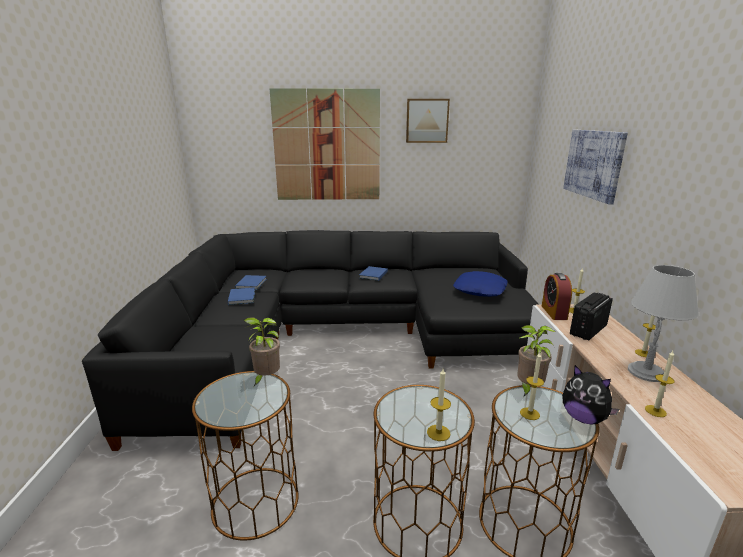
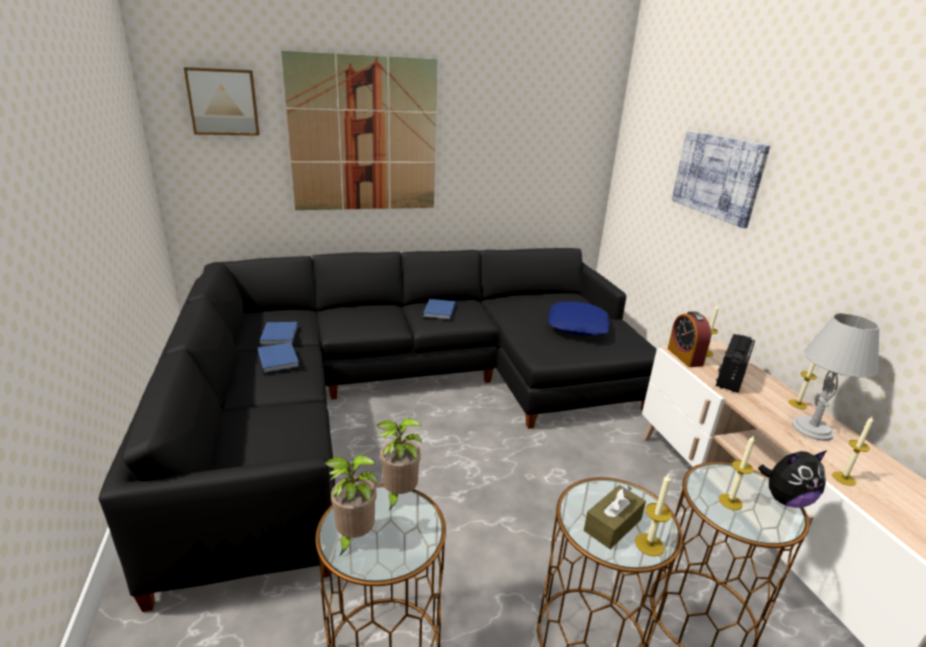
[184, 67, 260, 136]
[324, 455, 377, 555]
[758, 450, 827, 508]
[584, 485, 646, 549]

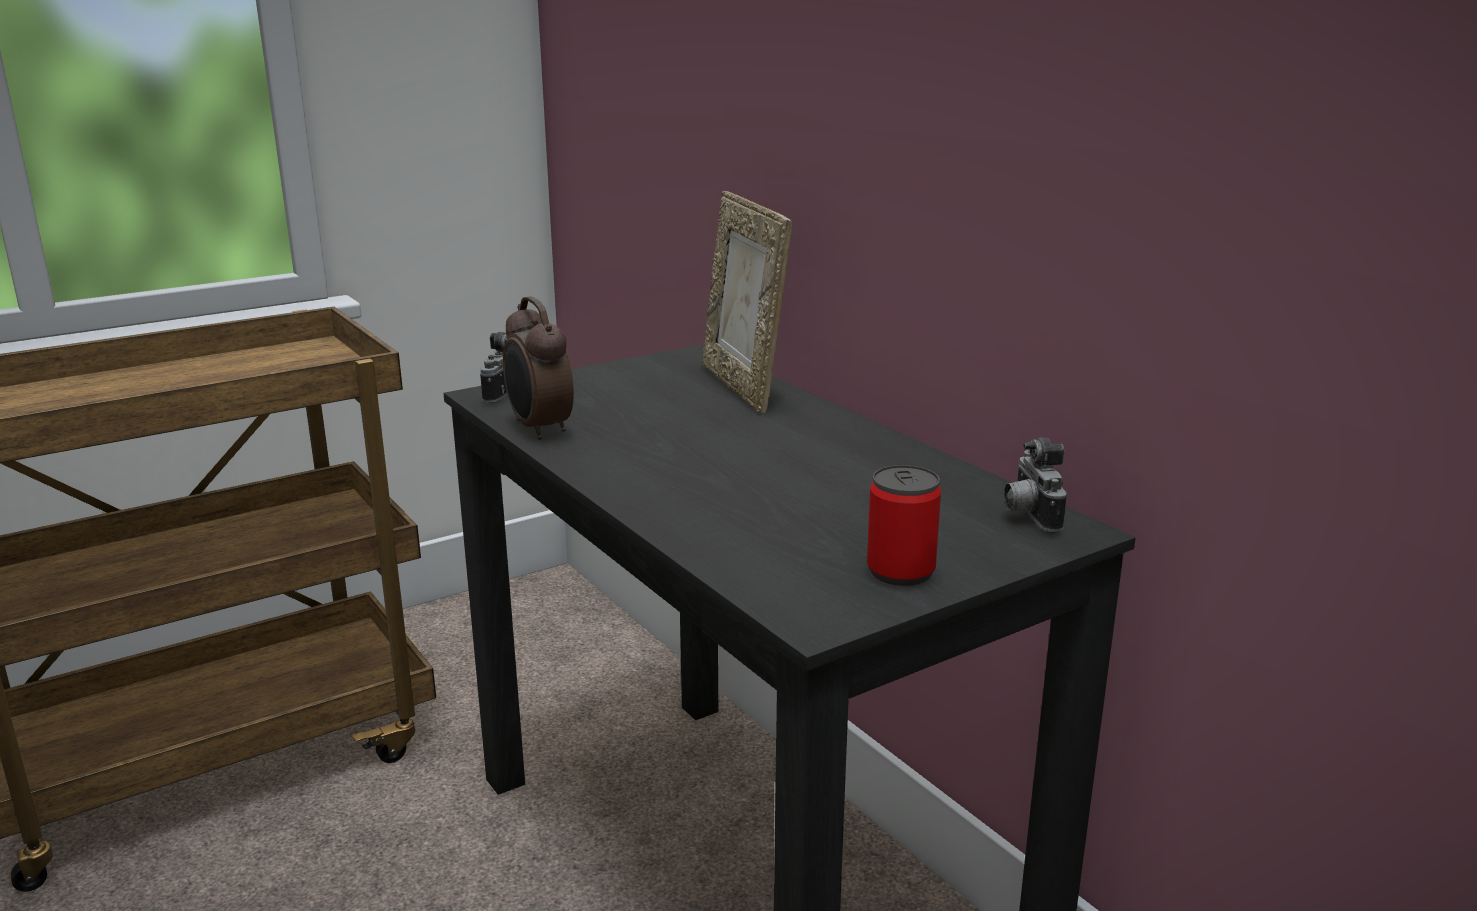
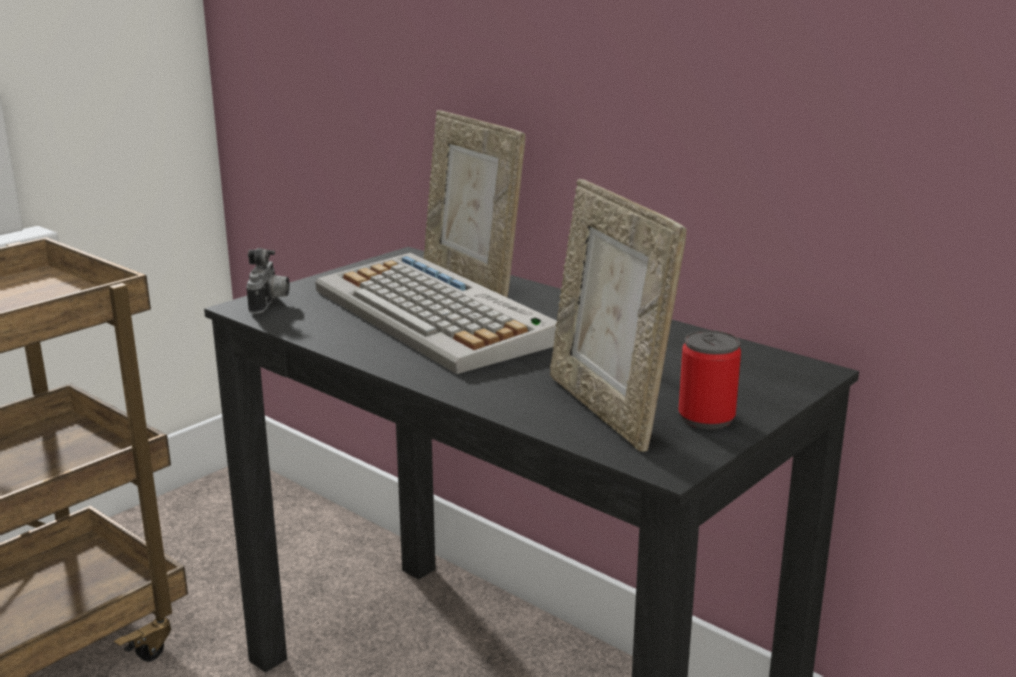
[503, 296, 574, 440] (first image)
[1004, 437, 1067, 532] (first image)
[315, 253, 557, 374]
[550, 179, 687, 452]

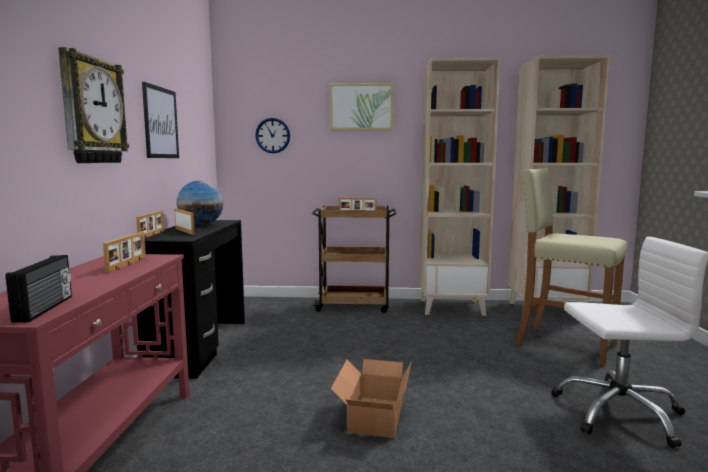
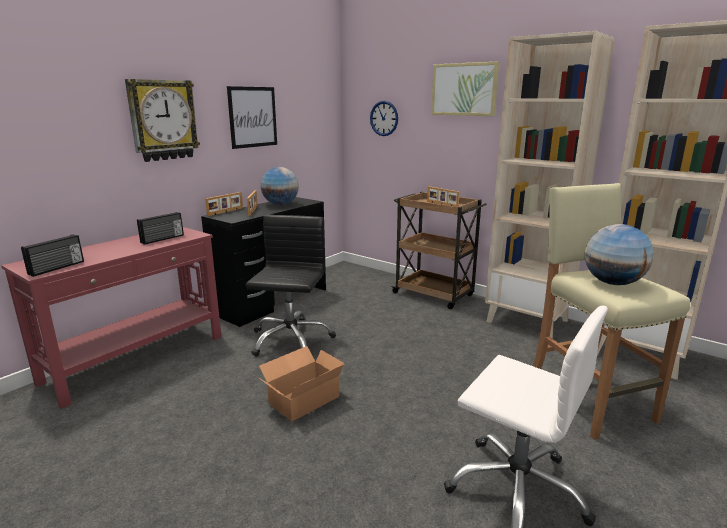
[137, 212, 184, 245]
[246, 215, 336, 357]
[585, 224, 654, 285]

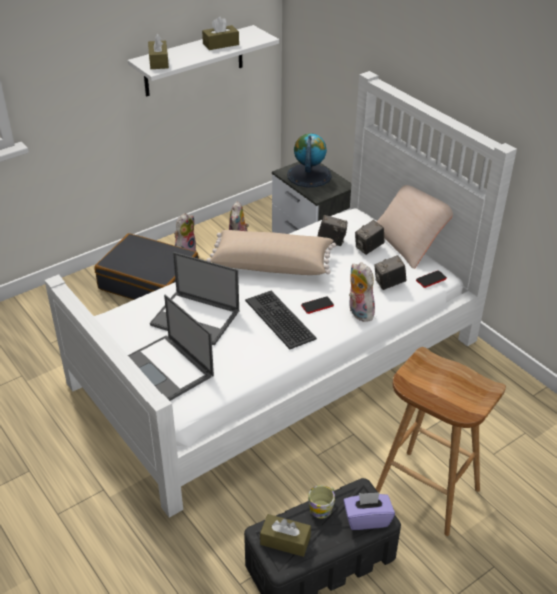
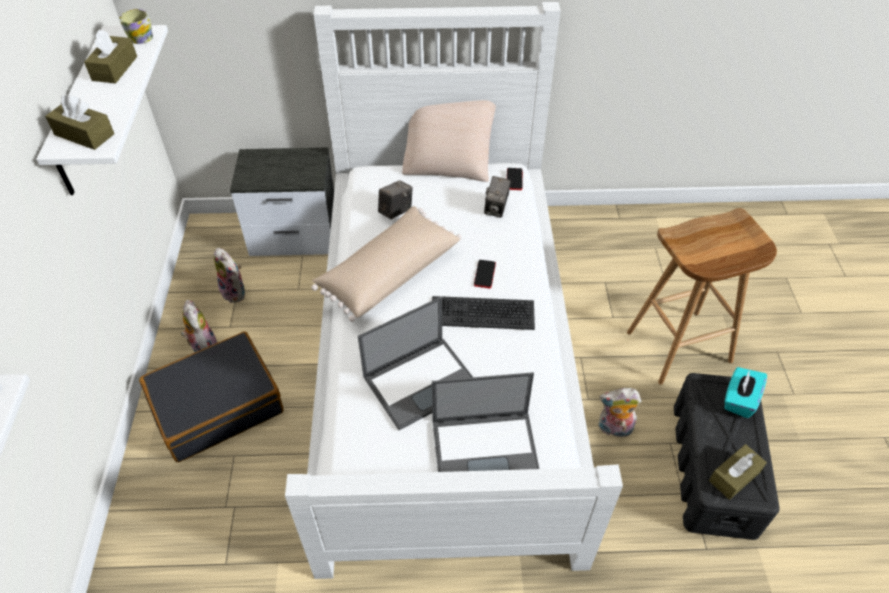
[287, 133, 332, 187] (first image)
[119, 9, 153, 44]
[725, 367, 767, 418]
[598, 388, 641, 438]
[355, 220, 384, 255] (first image)

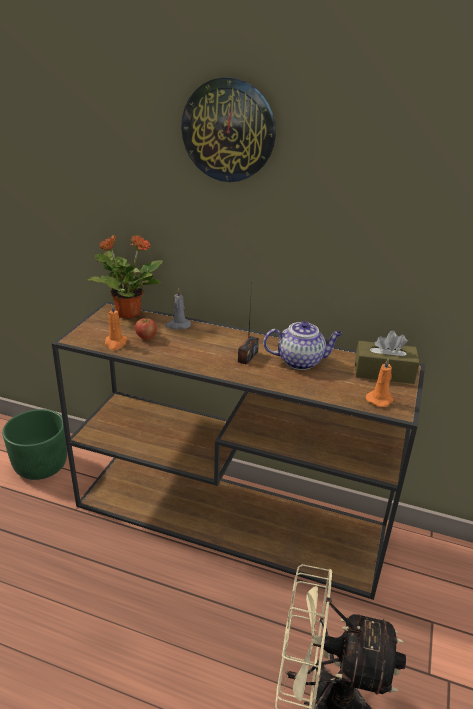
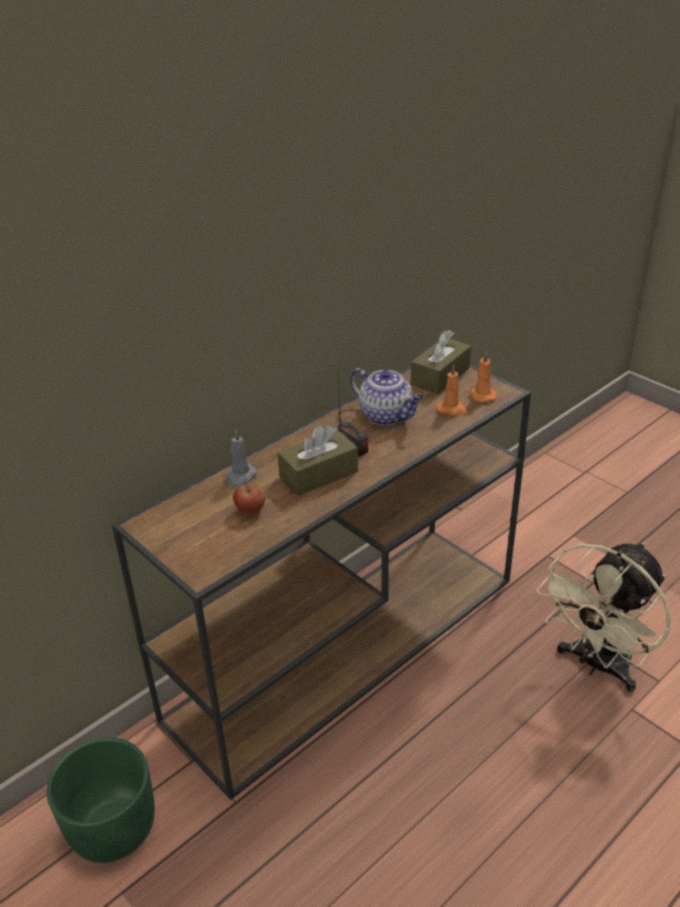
[87, 235, 162, 319] (first image)
[436, 364, 468, 416]
[181, 77, 276, 182] (first image)
[350, 368, 423, 425]
[277, 425, 358, 496]

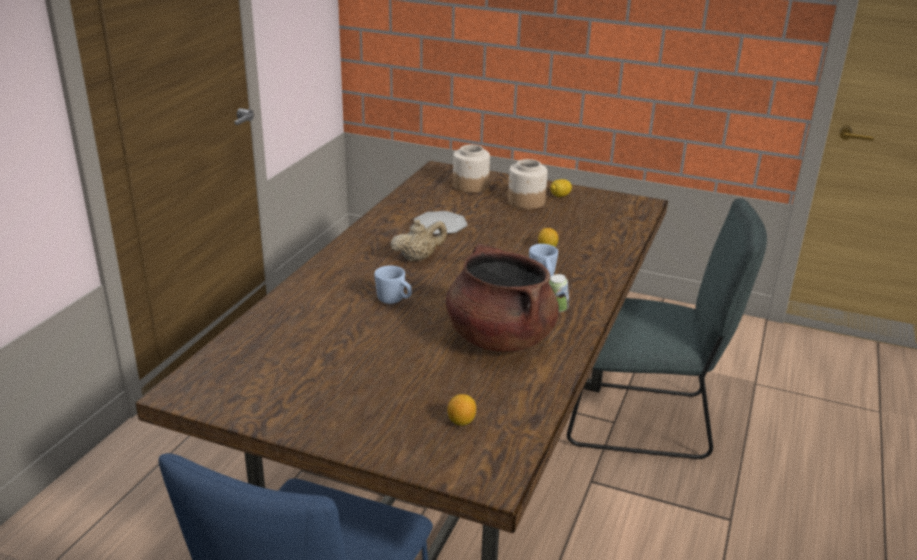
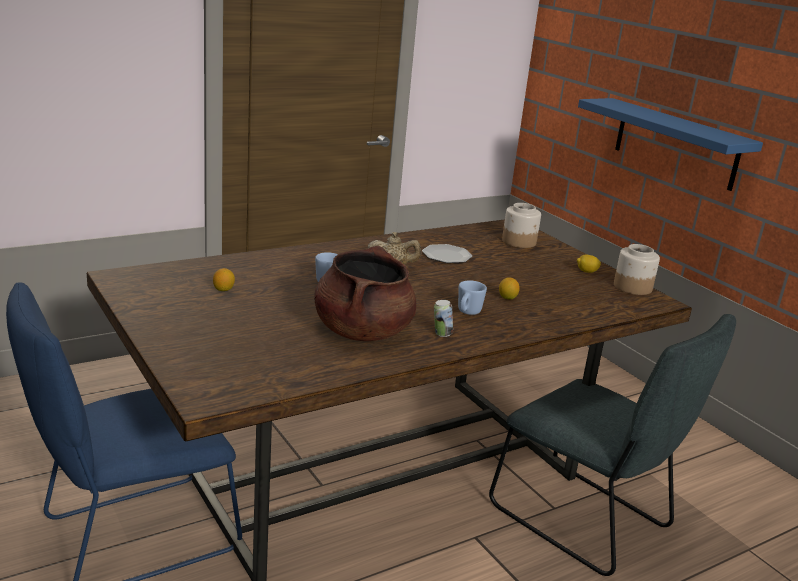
[213, 268, 235, 291]
[614, 244, 660, 295]
[578, 98, 763, 191]

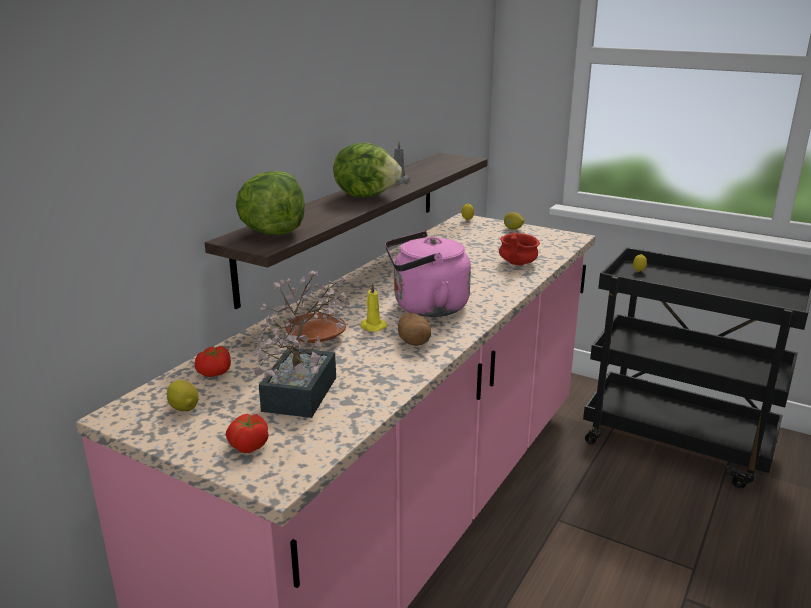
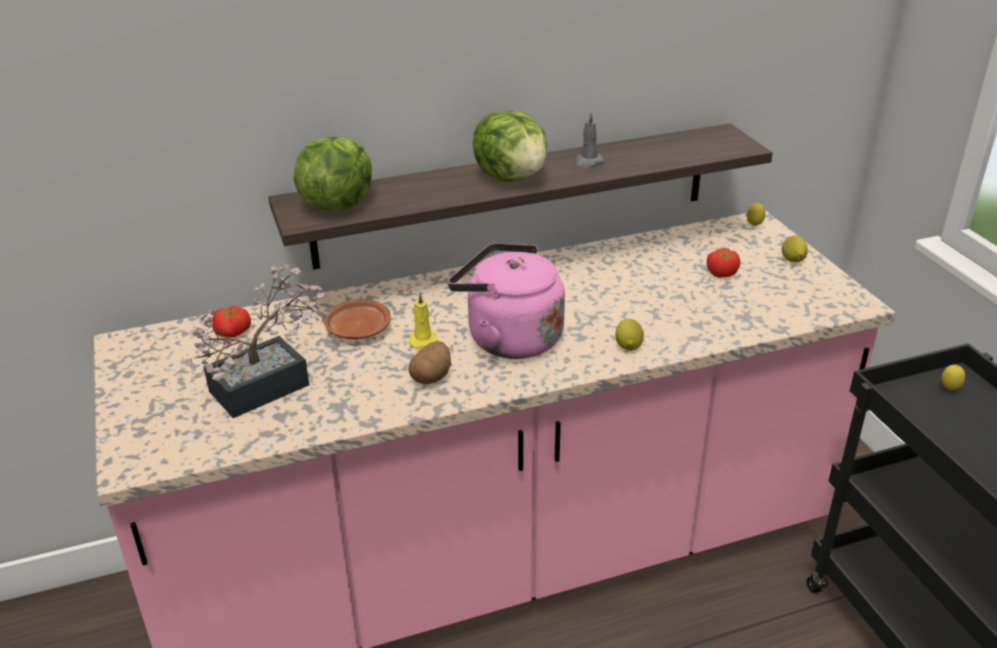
[615, 319, 644, 351]
[707, 248, 740, 278]
[499, 233, 540, 265] (first image)

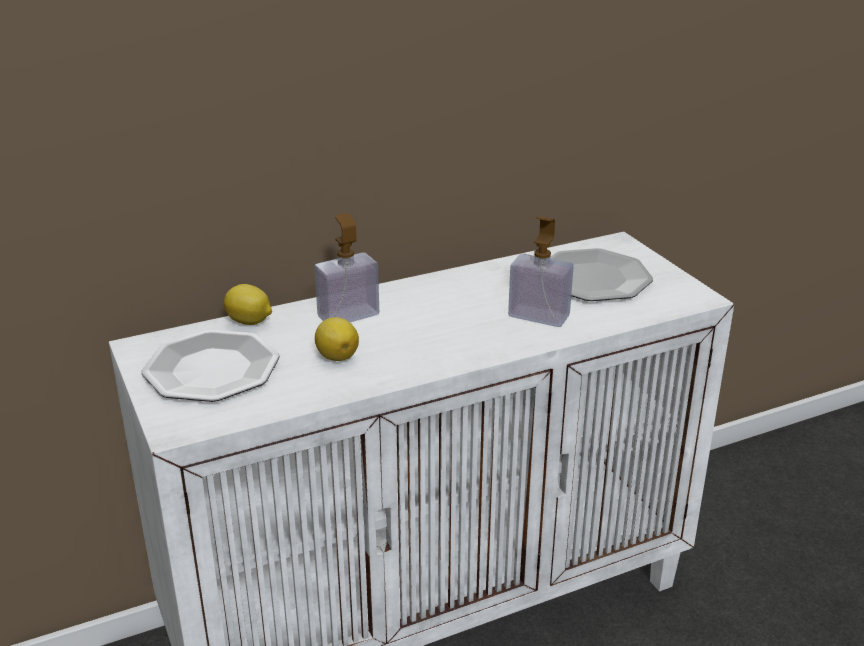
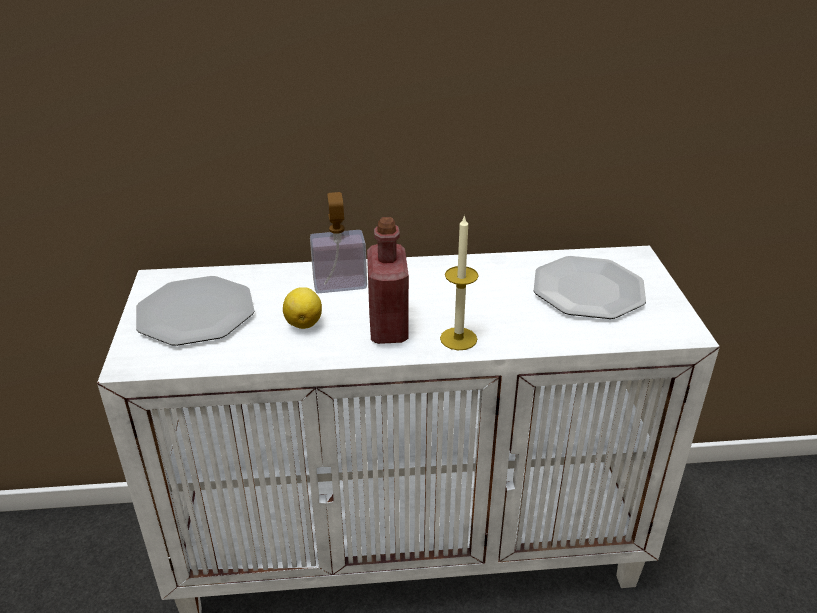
[224, 284, 272, 325] (first image)
[508, 216, 573, 327] (first image)
[367, 217, 409, 344]
[440, 214, 478, 350]

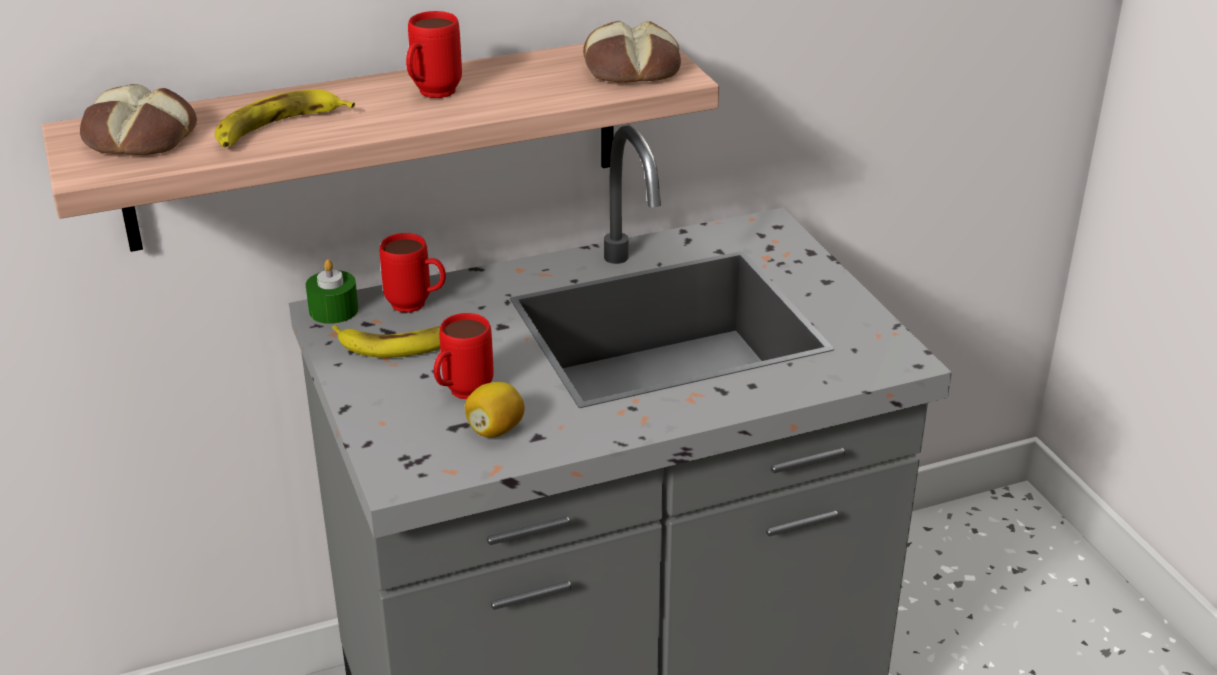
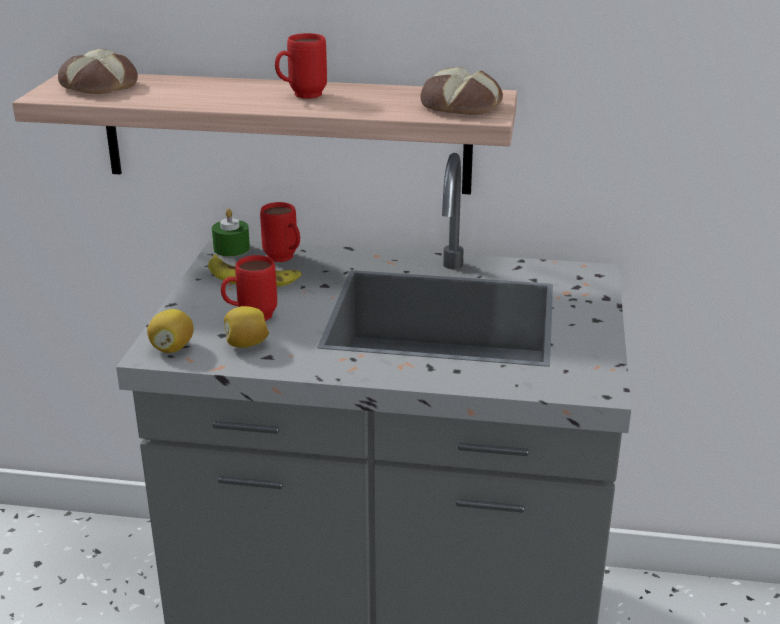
[215, 90, 355, 148] (first image)
[147, 309, 194, 353]

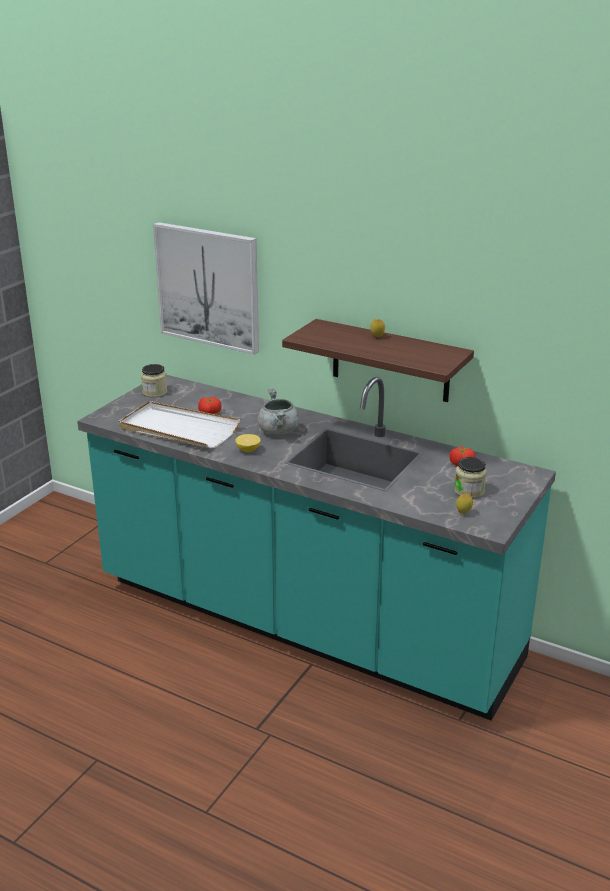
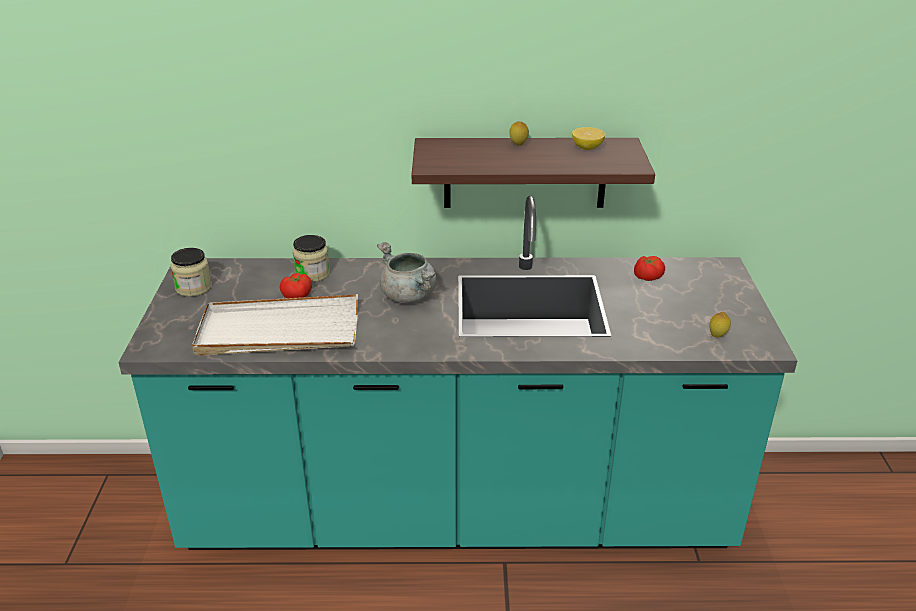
[153, 222, 259, 355] (first image)
[572, 127, 606, 150]
[292, 235, 330, 282]

